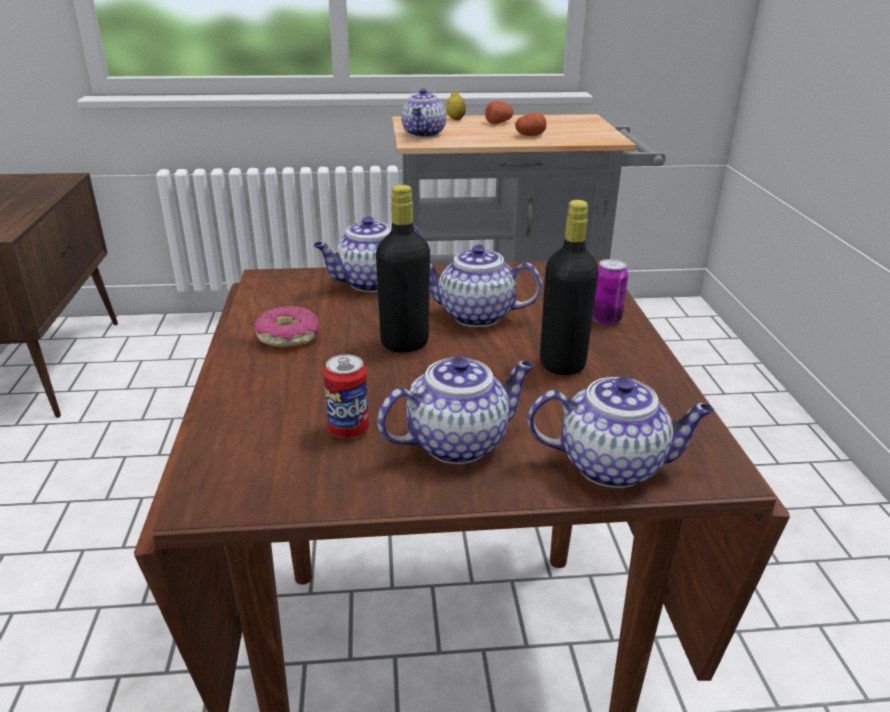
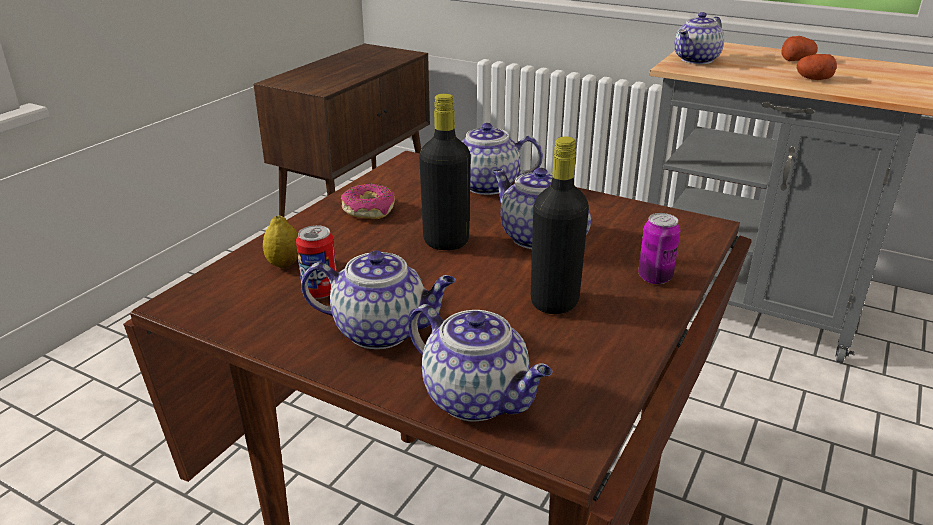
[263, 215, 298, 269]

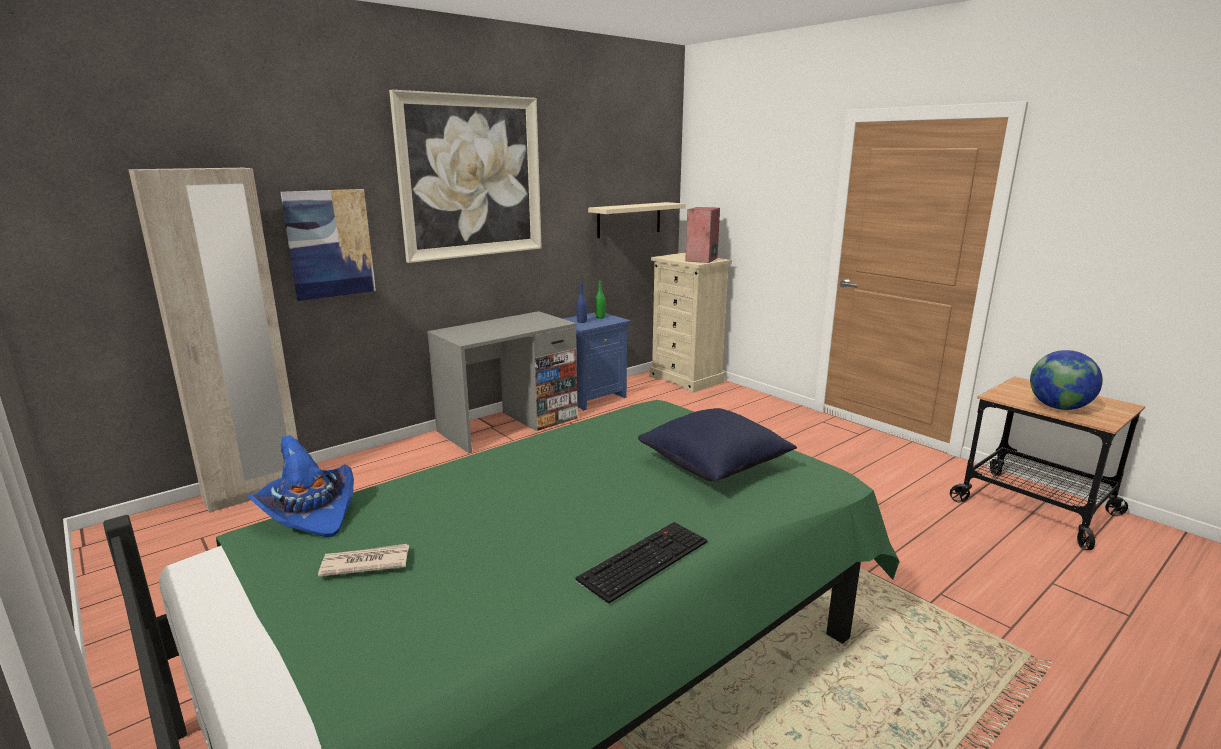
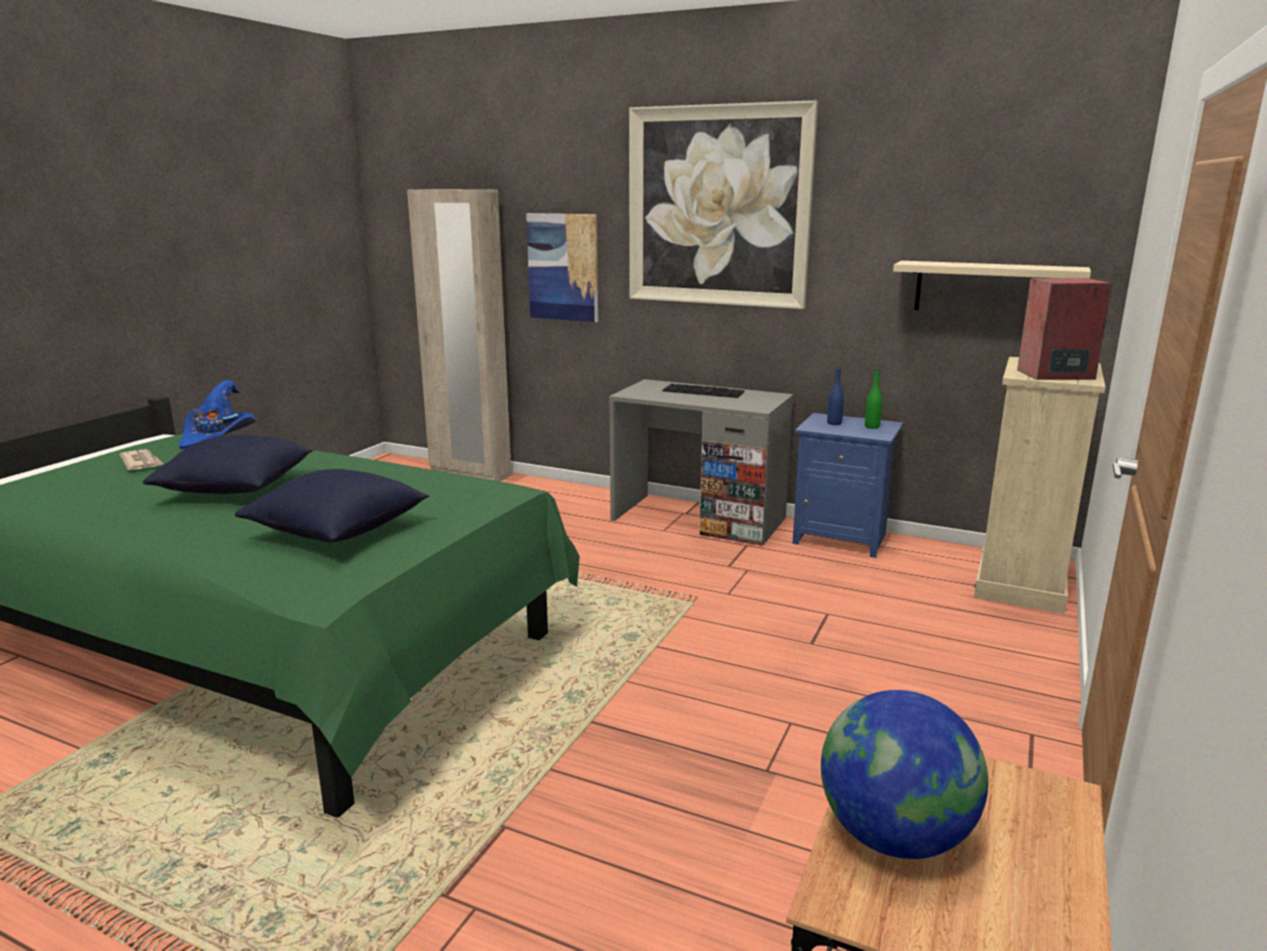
[662, 384, 744, 398]
[143, 435, 313, 494]

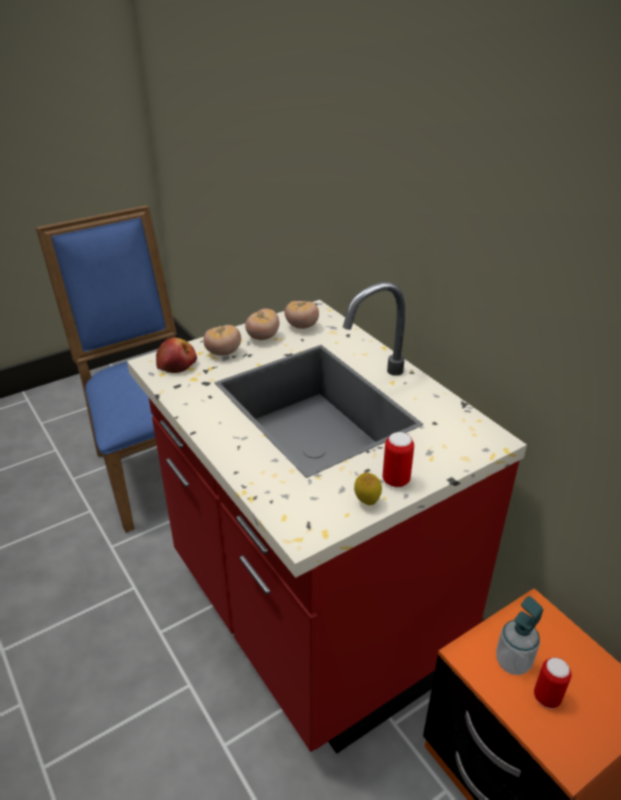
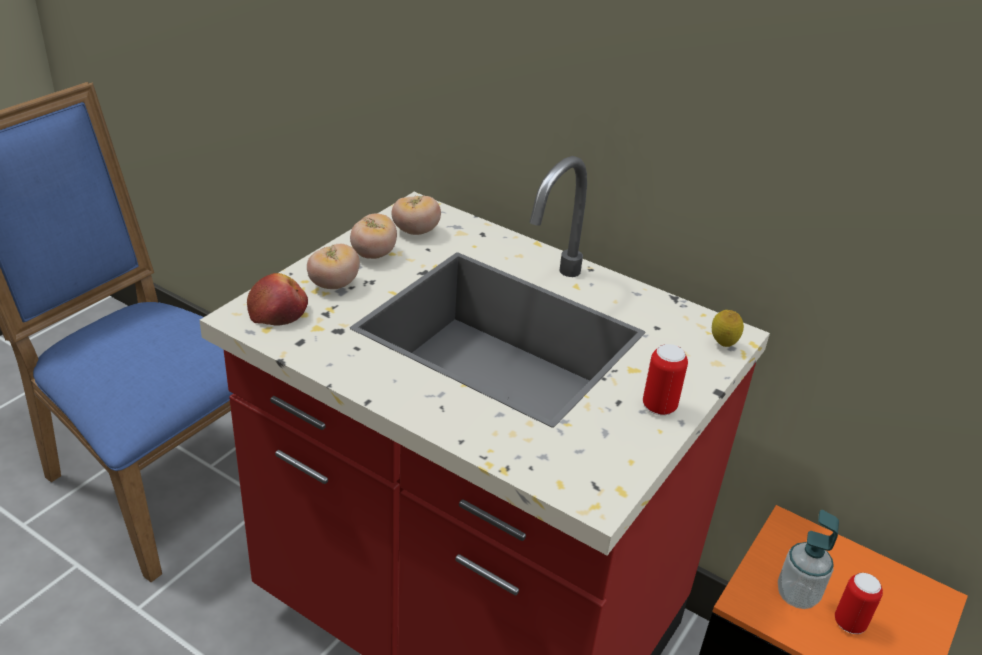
[712, 310, 744, 347]

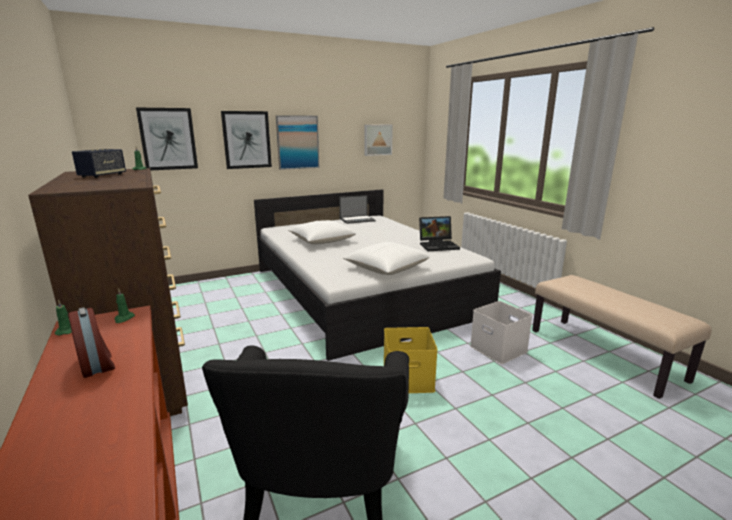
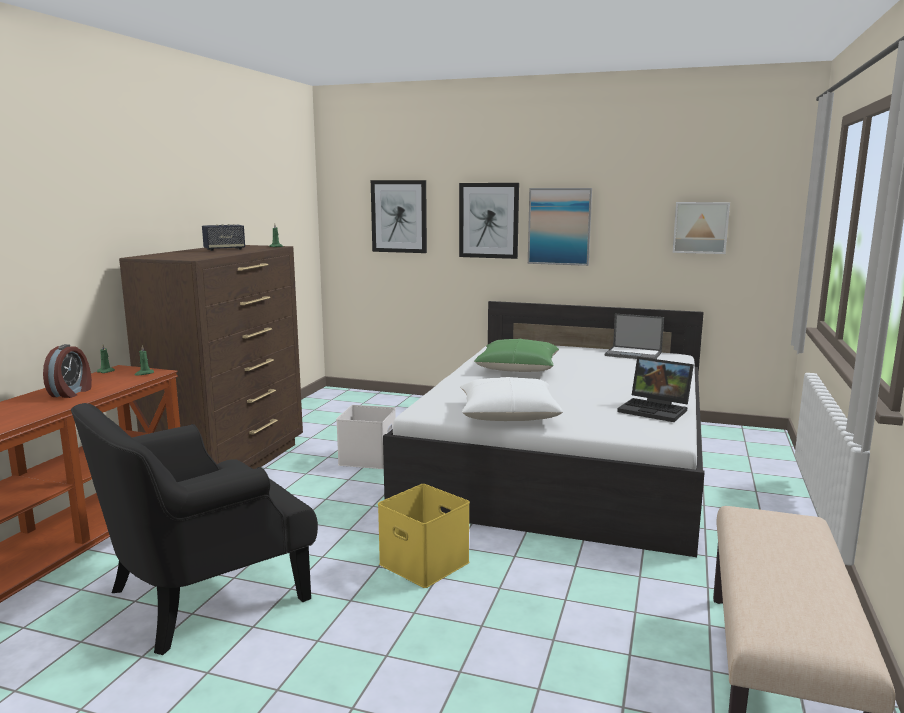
[474, 339, 559, 372]
[336, 405, 396, 469]

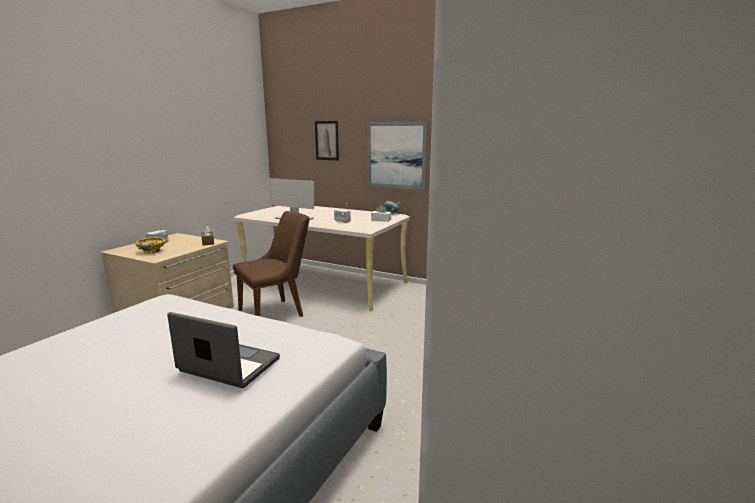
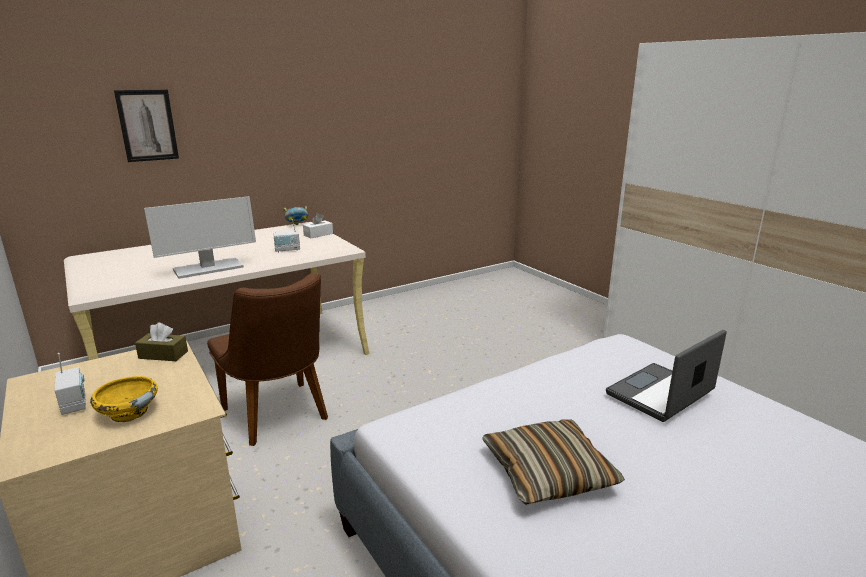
[207, 273, 328, 446]
[367, 122, 428, 190] (first image)
[482, 419, 625, 505]

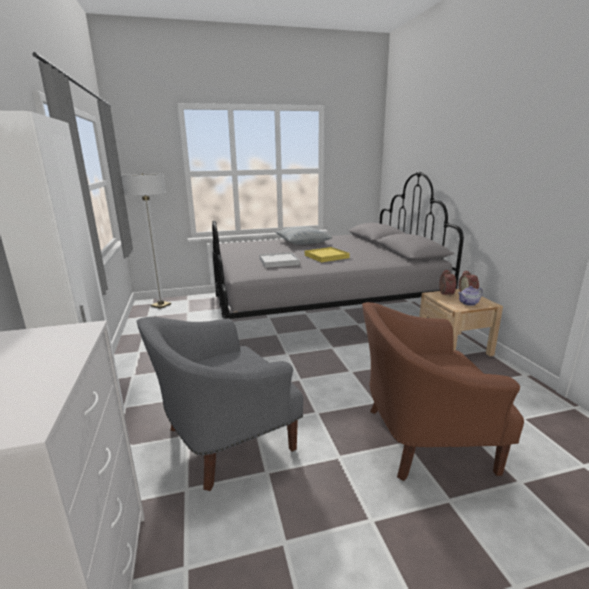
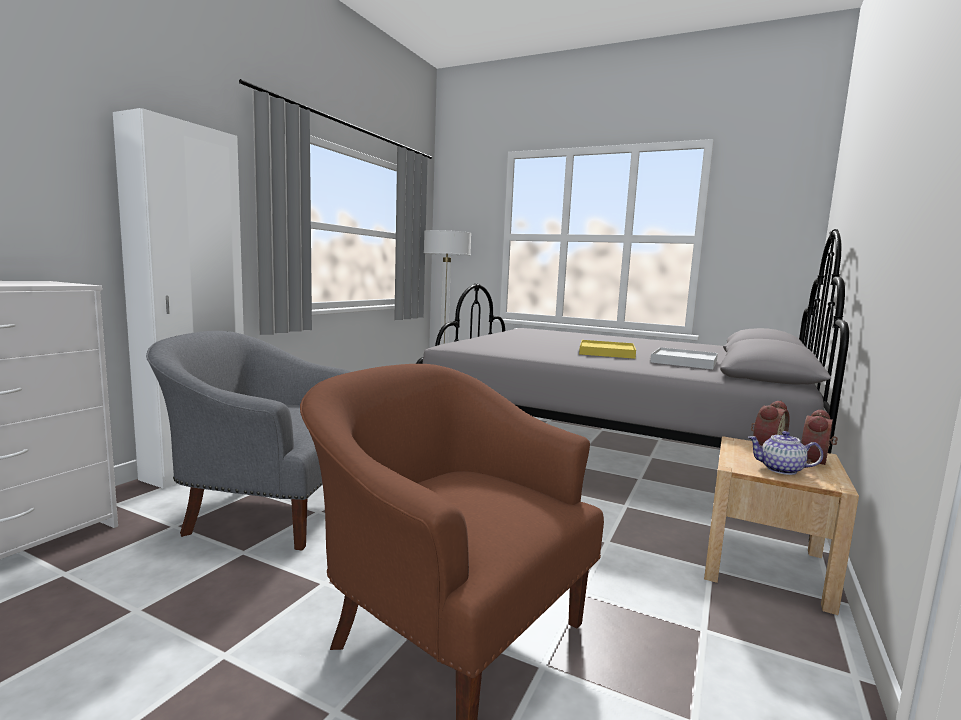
[651, 347, 718, 369]
[276, 226, 333, 245] (first image)

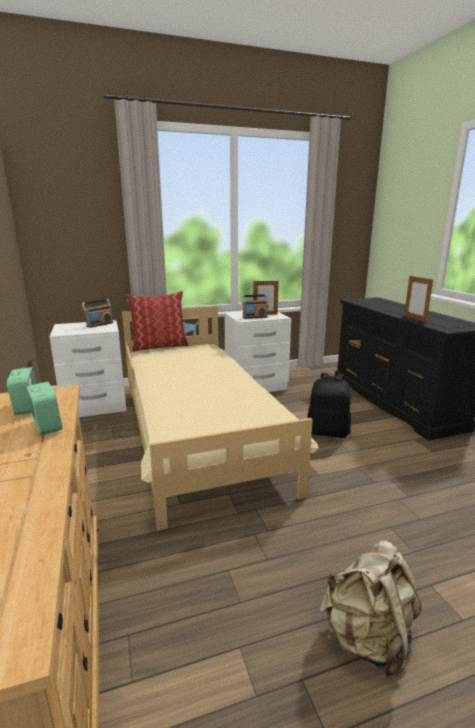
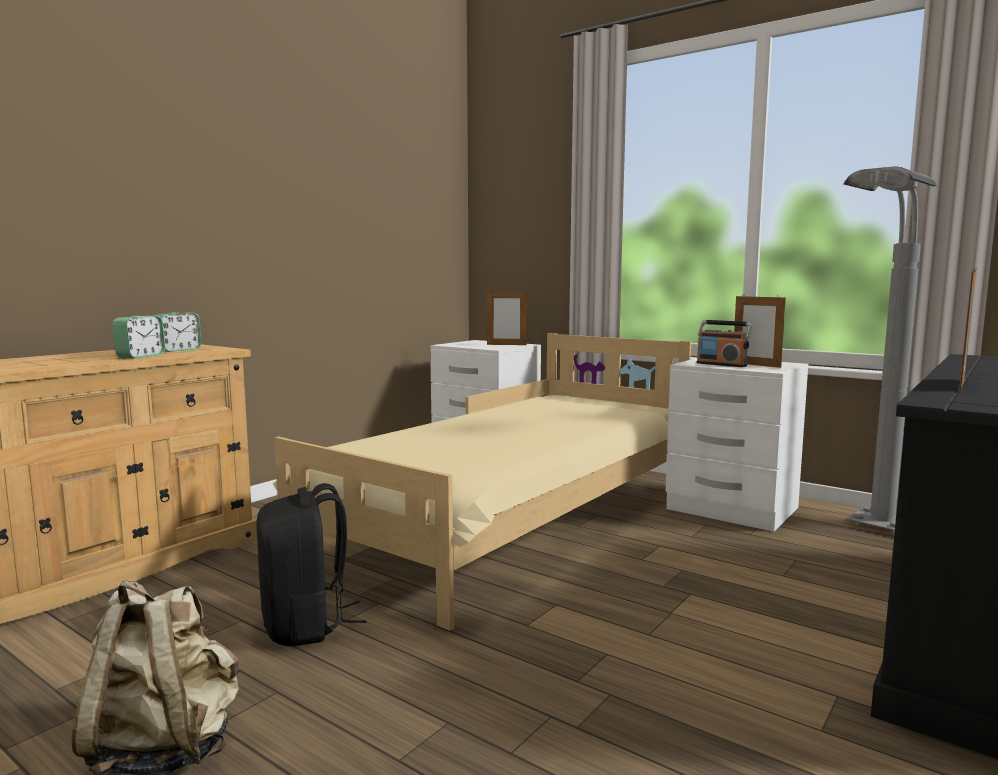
[487, 292, 527, 345]
[125, 291, 188, 352] (first image)
[256, 483, 367, 647]
[844, 166, 937, 534]

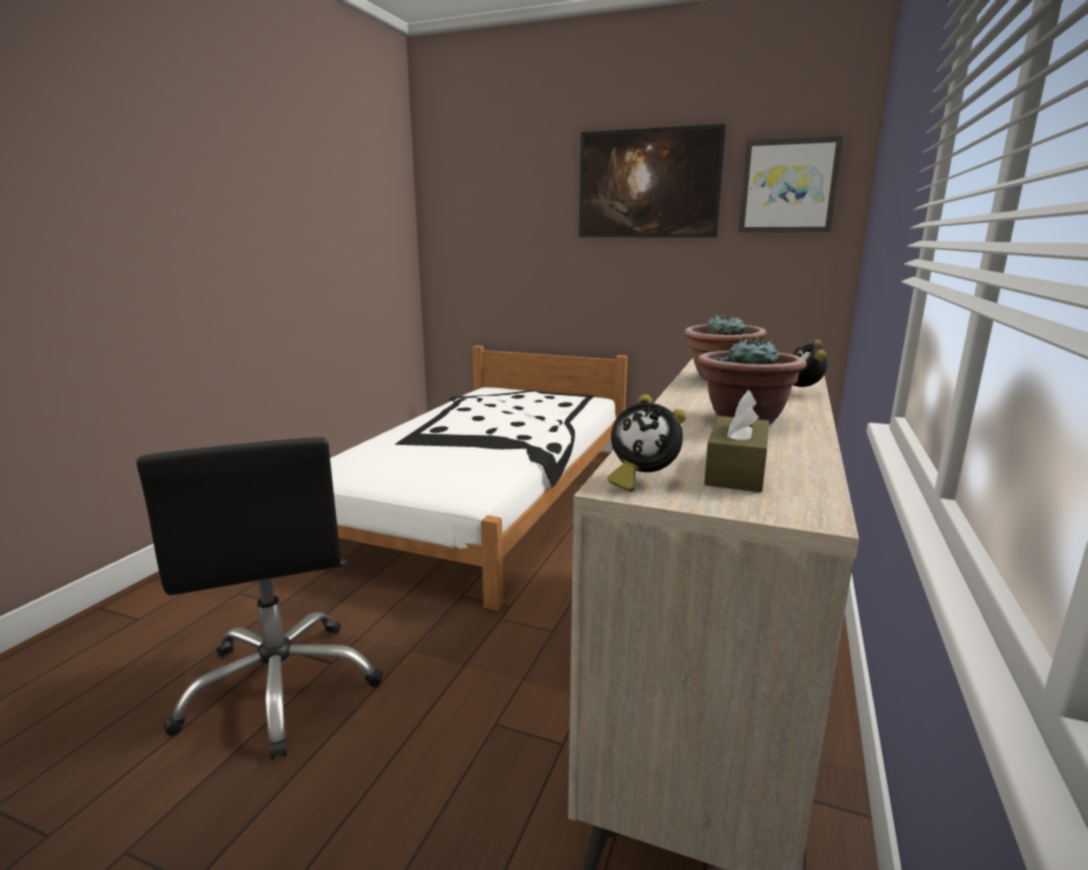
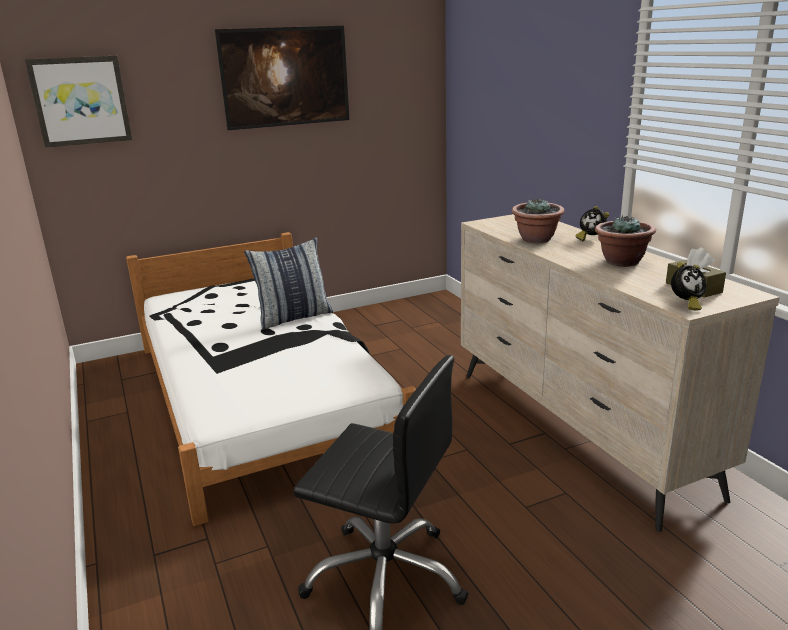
[25, 56, 132, 147]
[244, 238, 333, 330]

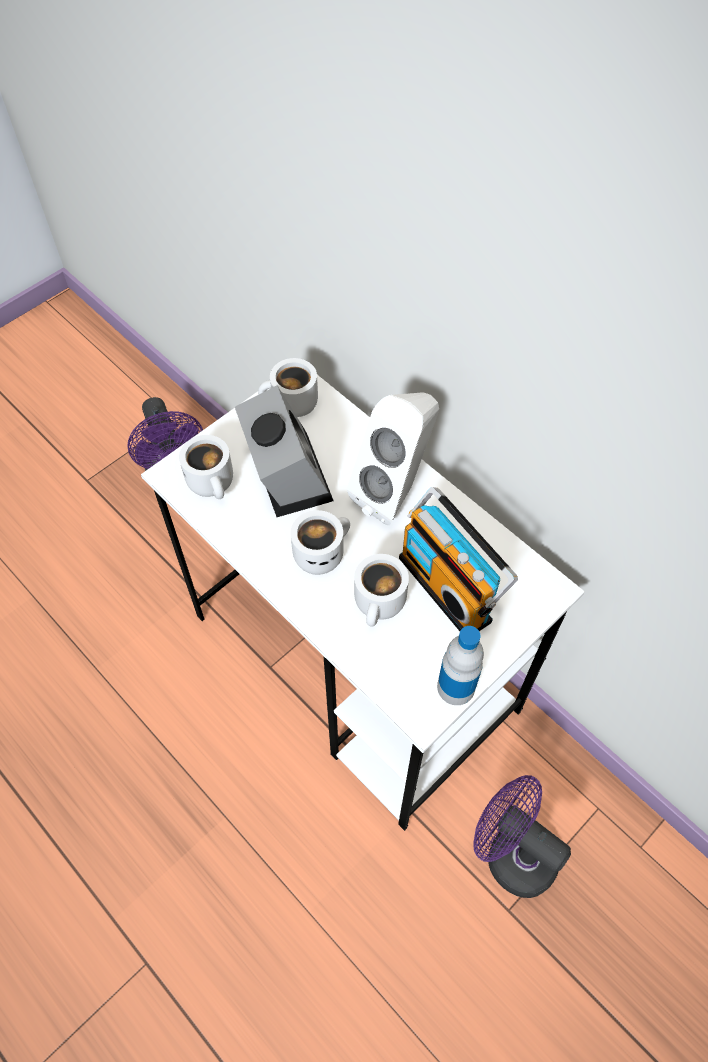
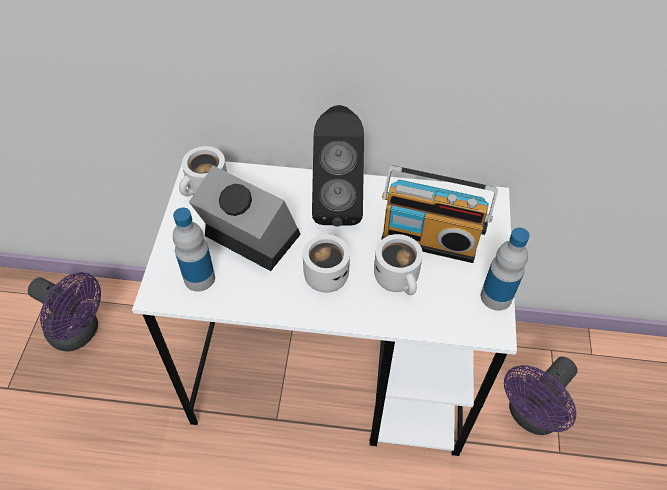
[173, 208, 215, 292]
[312, 105, 364, 227]
[504, 357, 578, 435]

